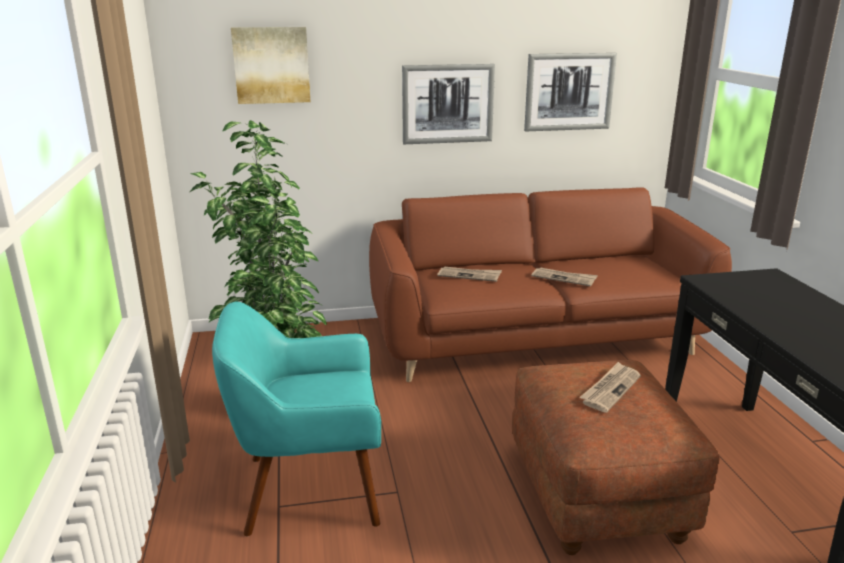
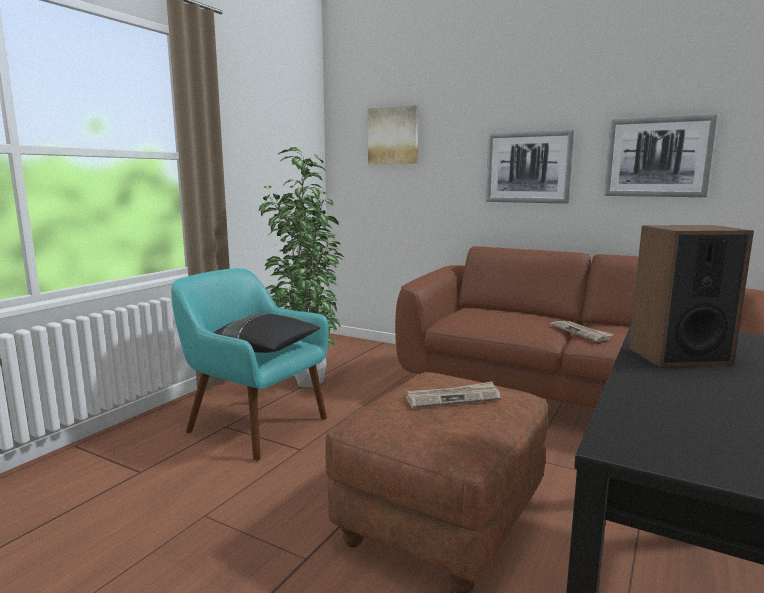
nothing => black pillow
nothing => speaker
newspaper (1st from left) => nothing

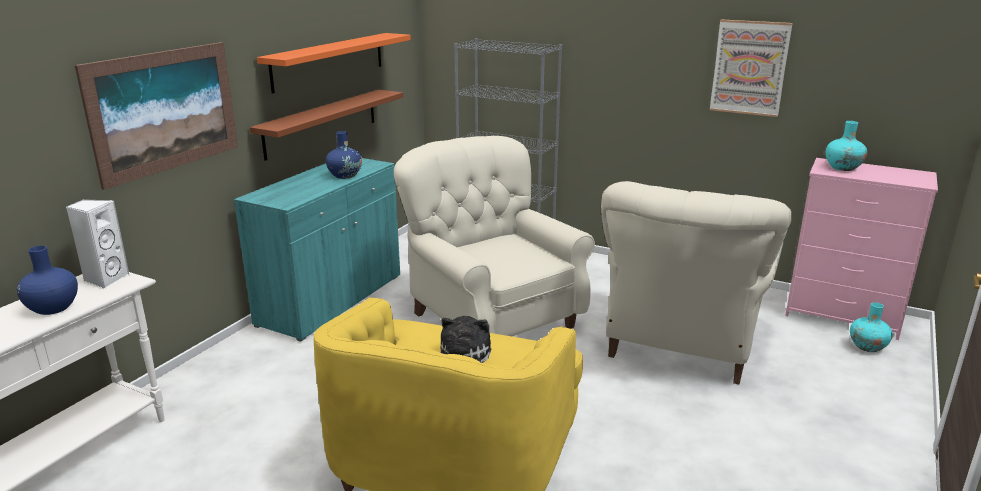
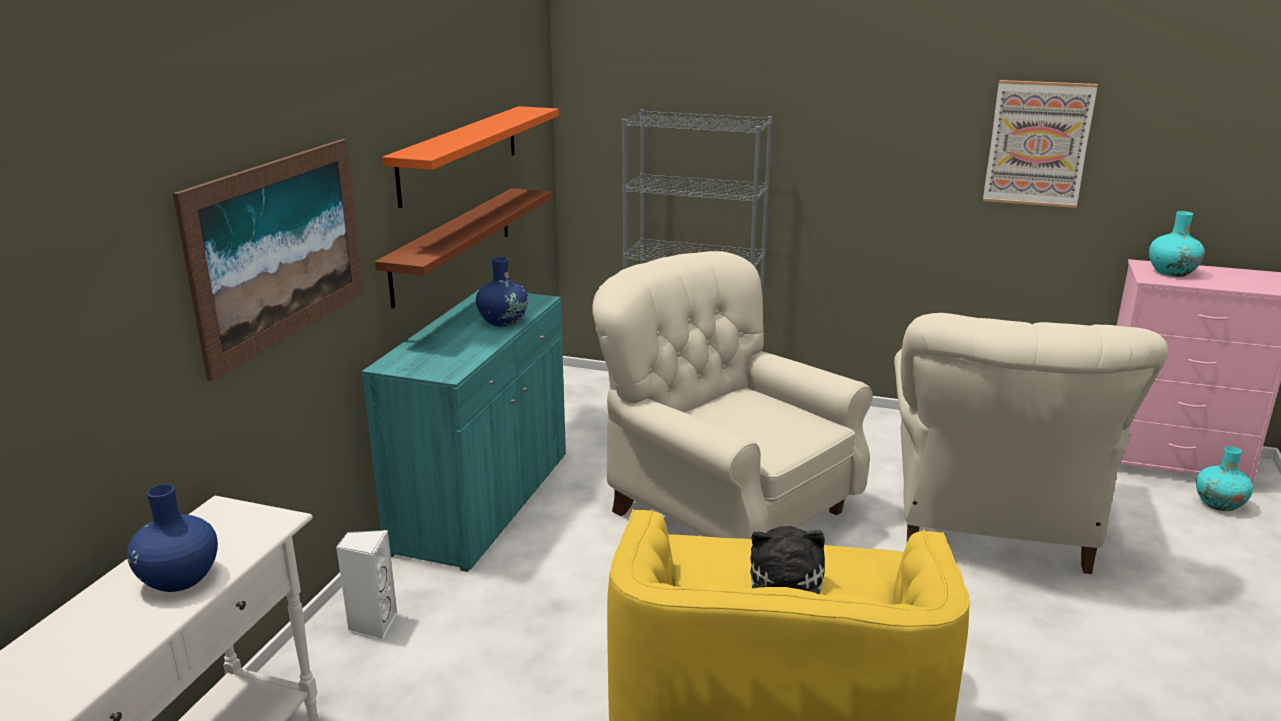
white speaker, move

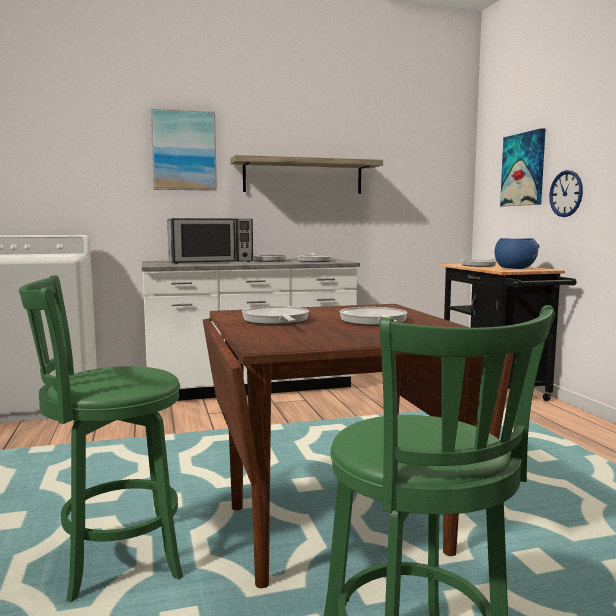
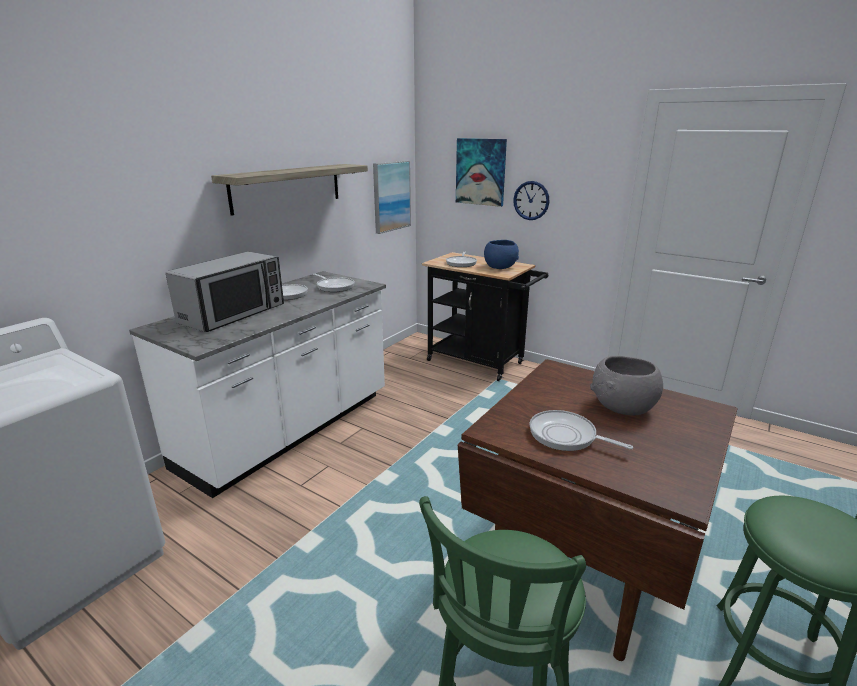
picture (1st from left), move
frying pan (4th from left) => grey bowl

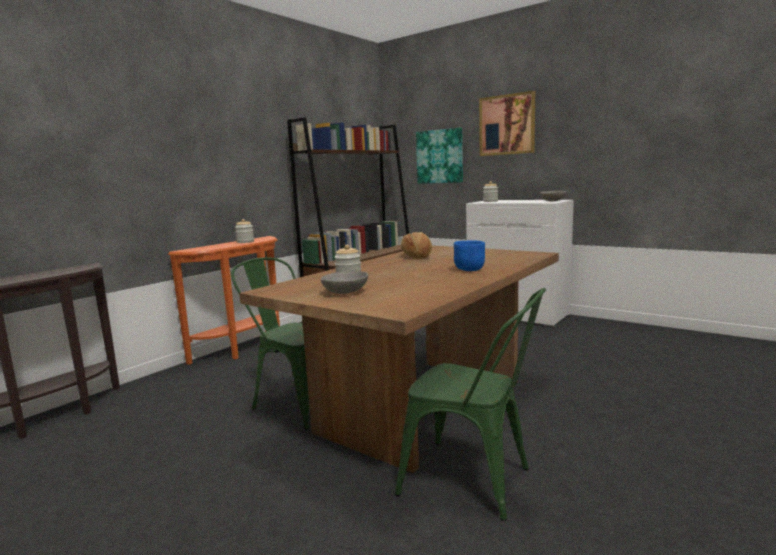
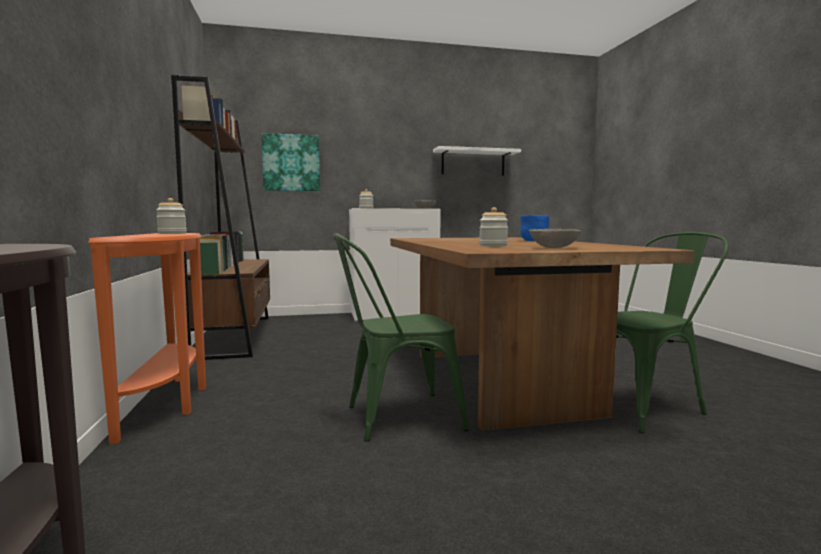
nothing => white shelf
bread => nothing
picture (2nd from left) => nothing

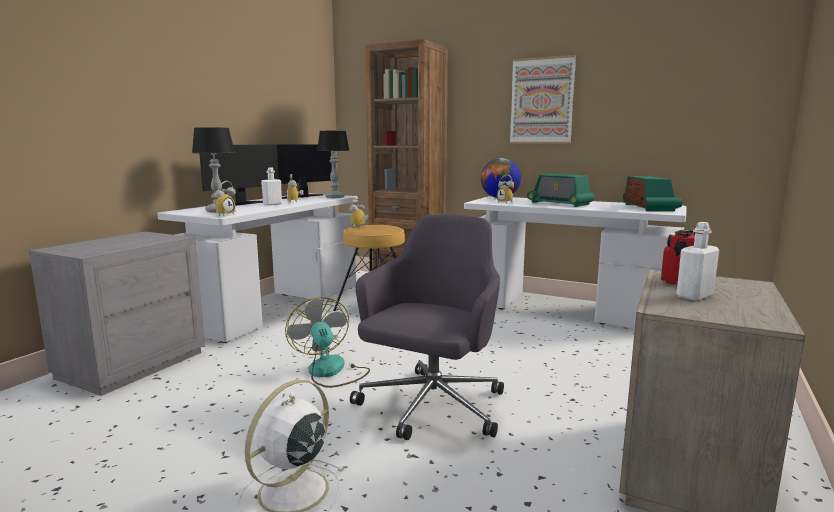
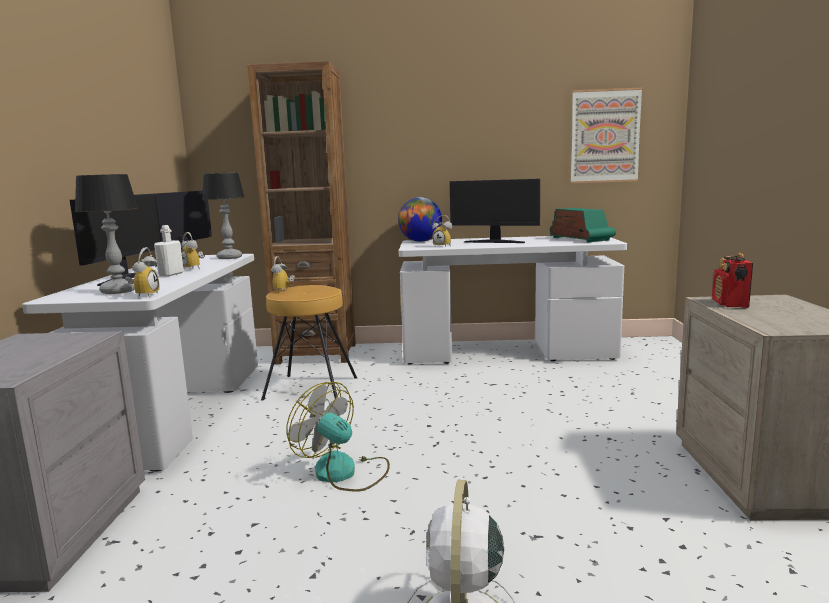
radio (1st from left) => monitor (3rd from left)
picture, move
grey office chair => nothing
white bottle (2nd from left) => nothing

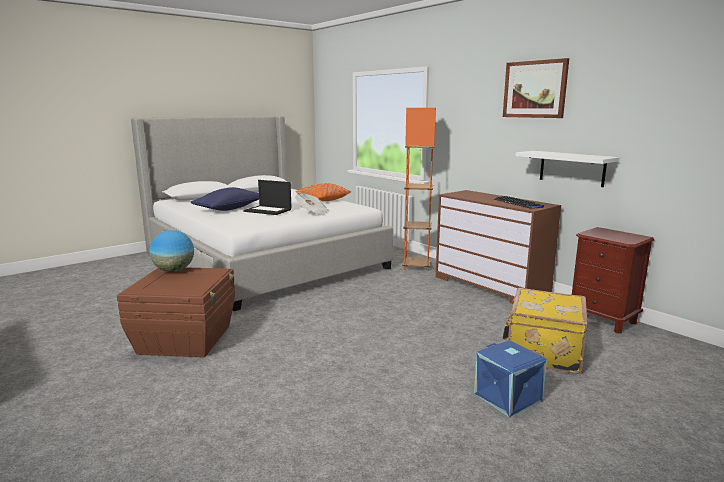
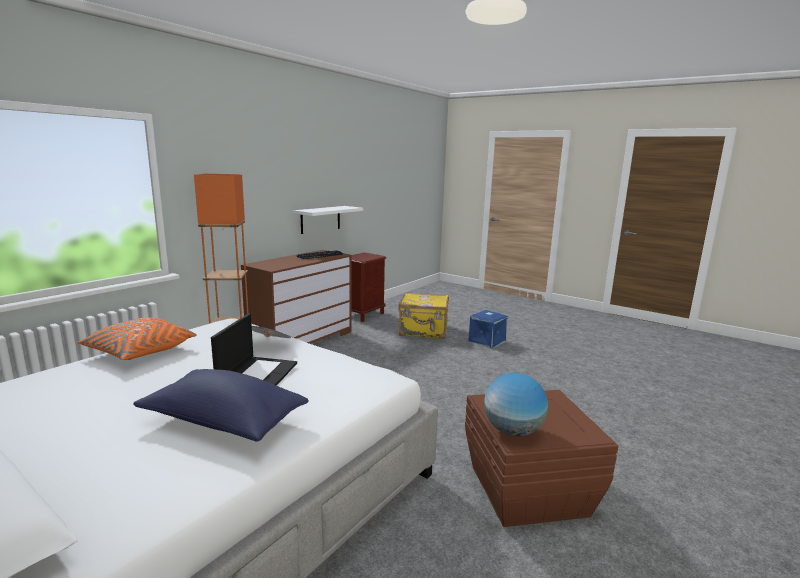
picture => nothing

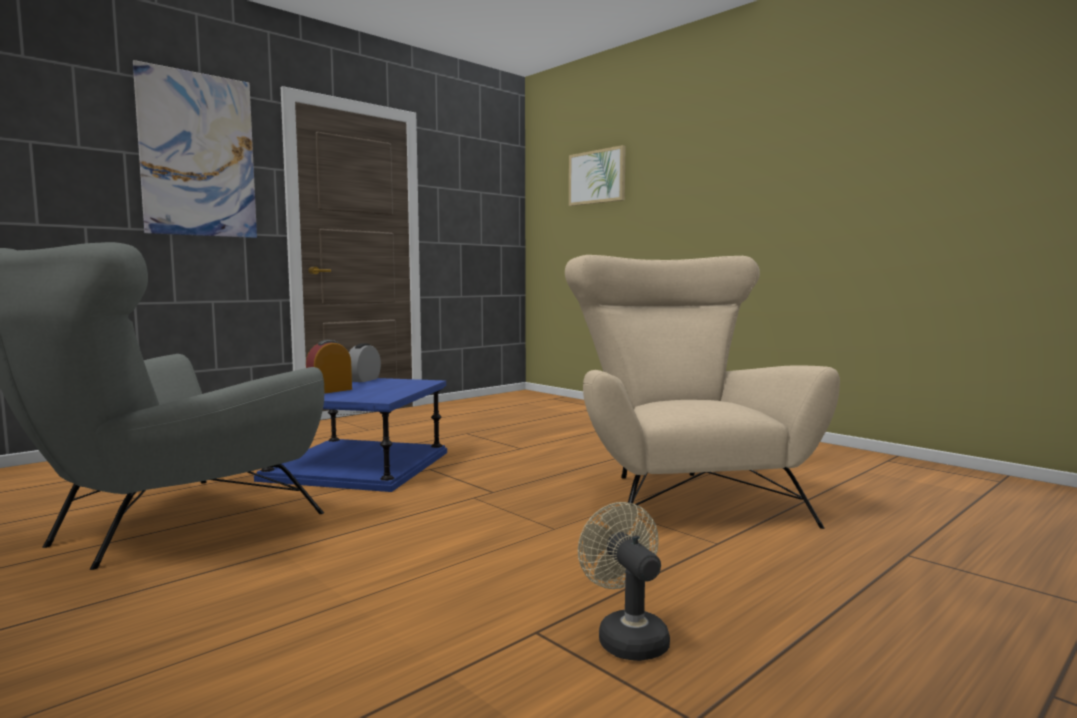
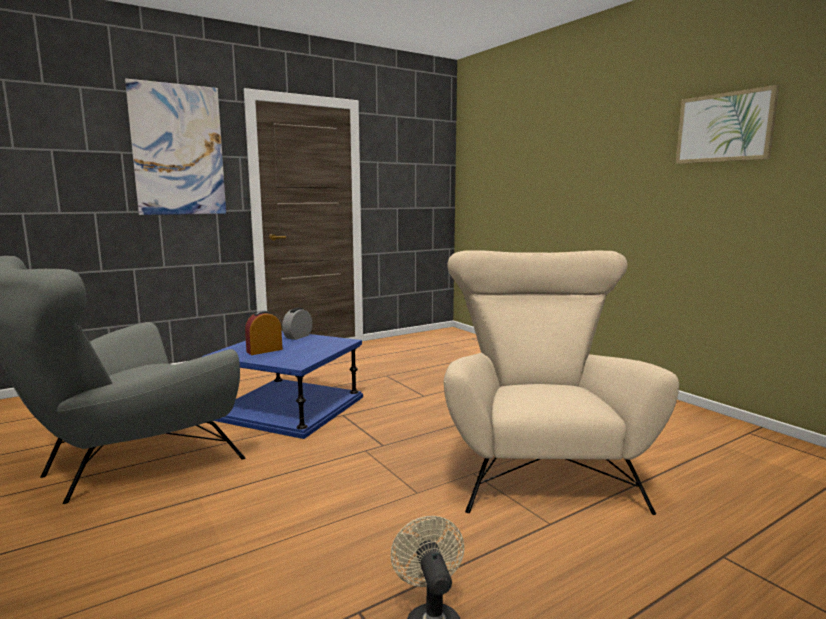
picture (2nd from left), move

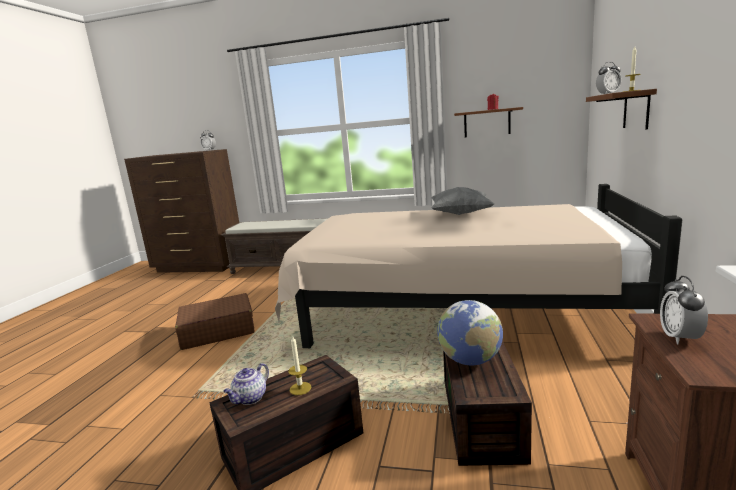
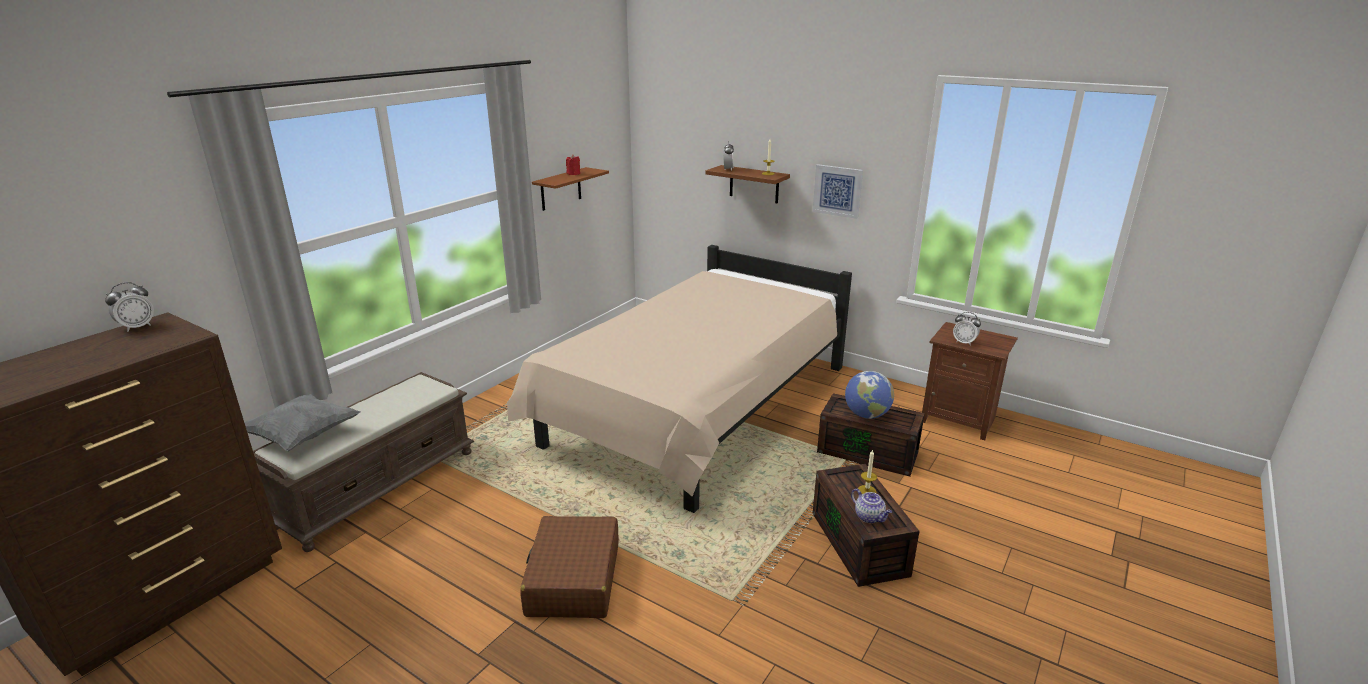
grey pillow, move
nothing => picture

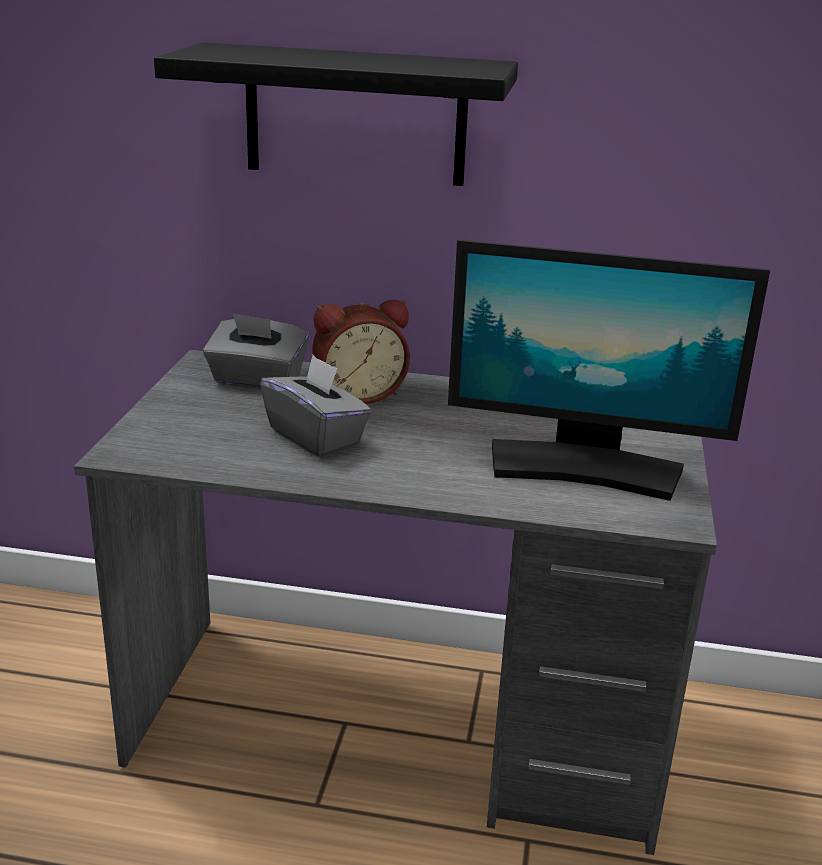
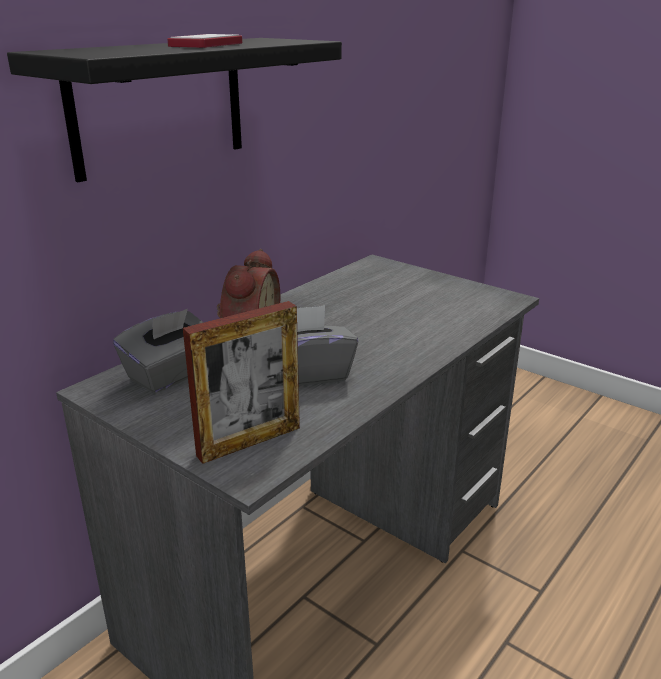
nothing => phone
nothing => picture frame
monitor => nothing

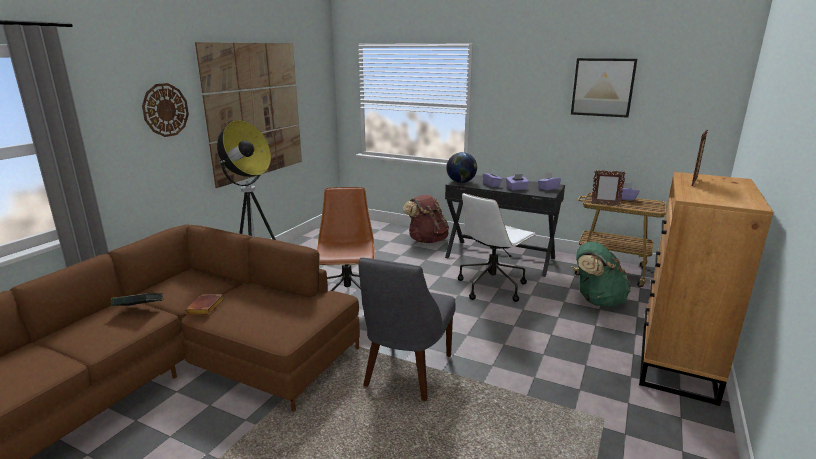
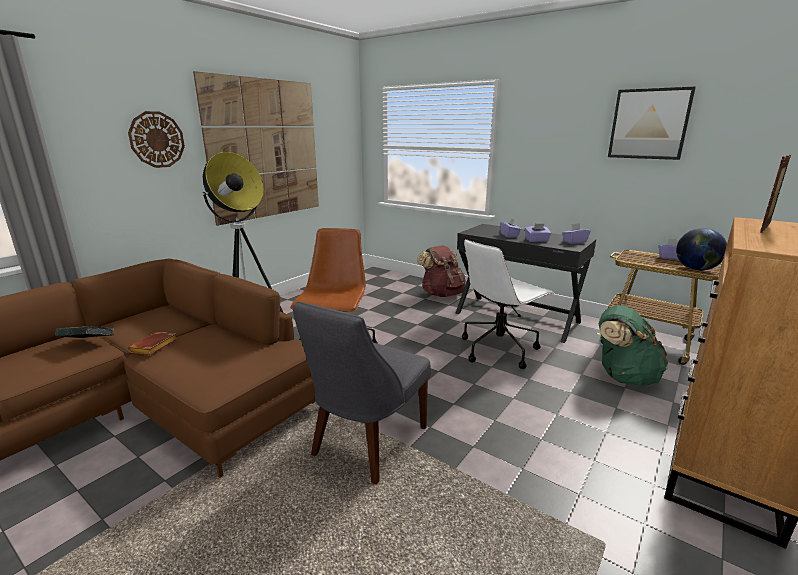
globe, move
picture frame (1st from left) => nothing

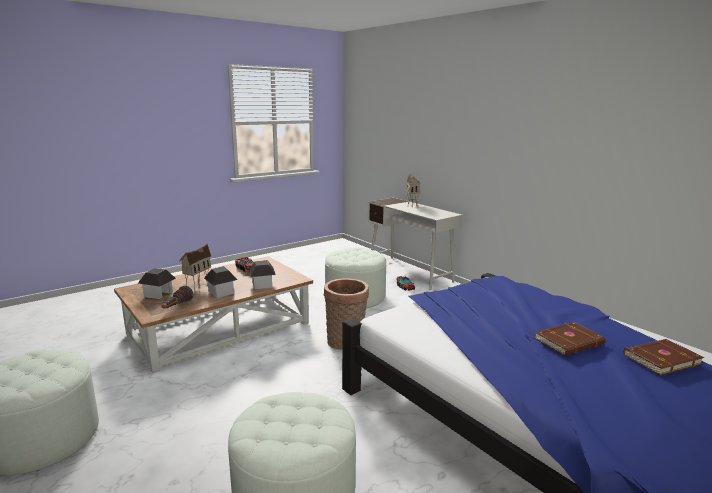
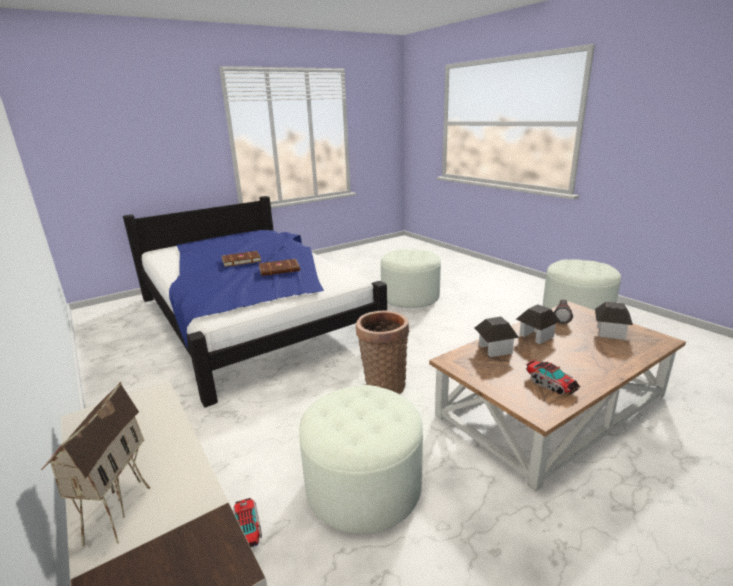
brown book (2nd from left), move
toy house (2nd from left) => nothing

